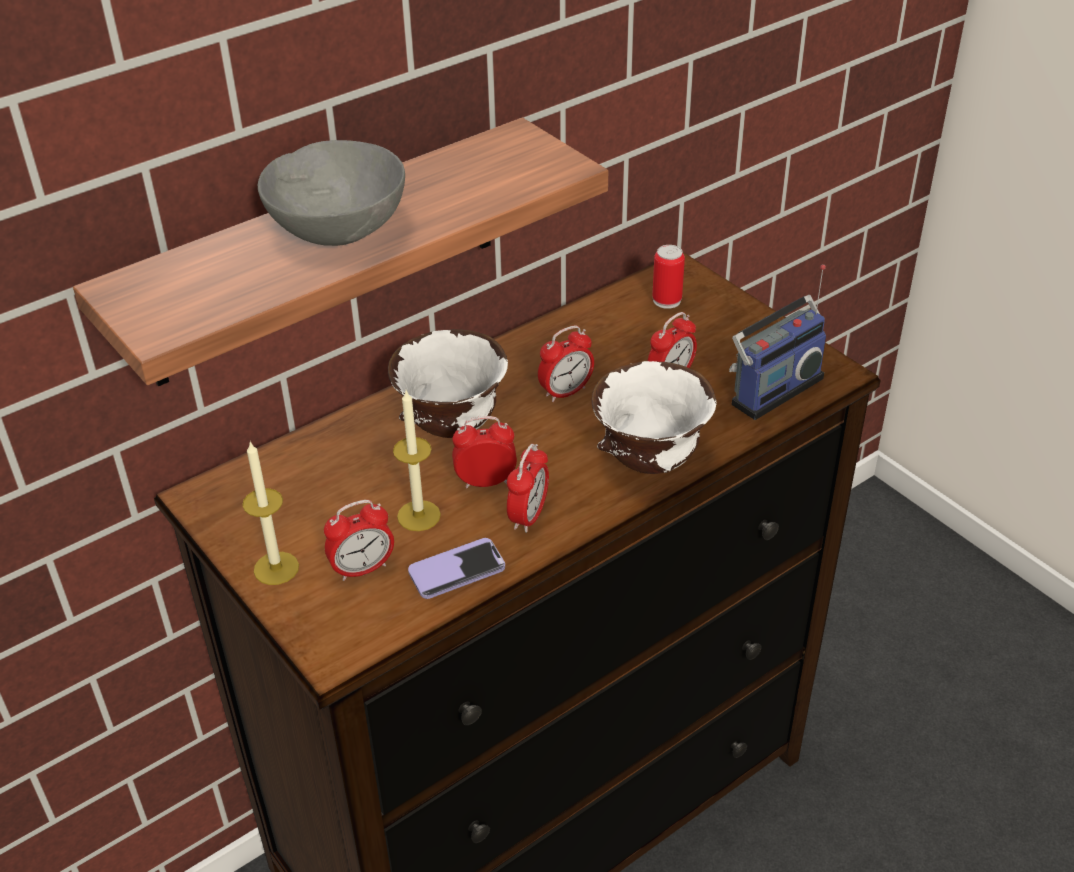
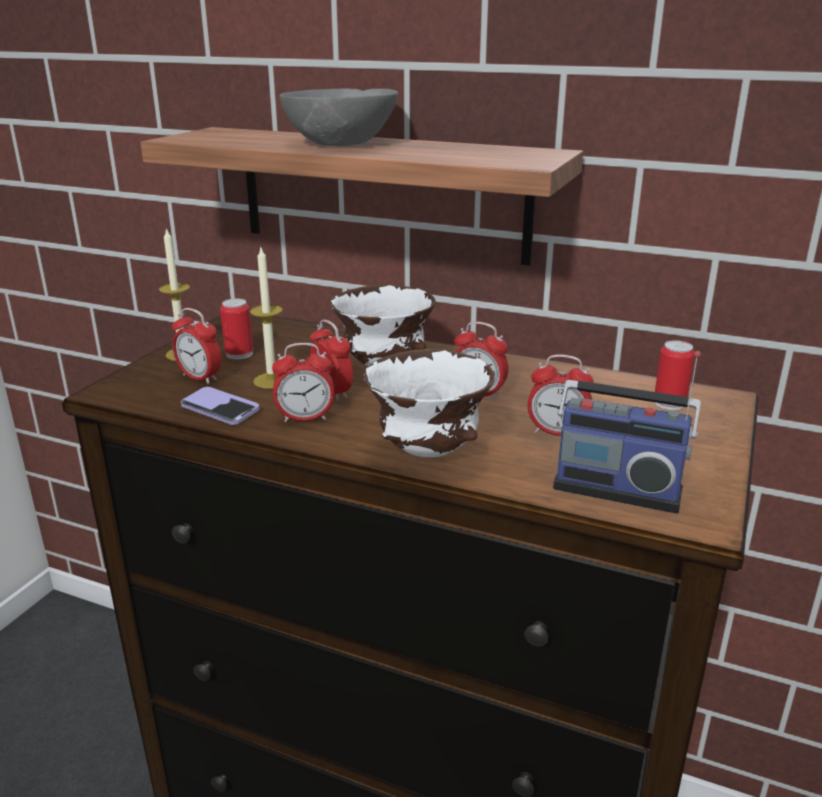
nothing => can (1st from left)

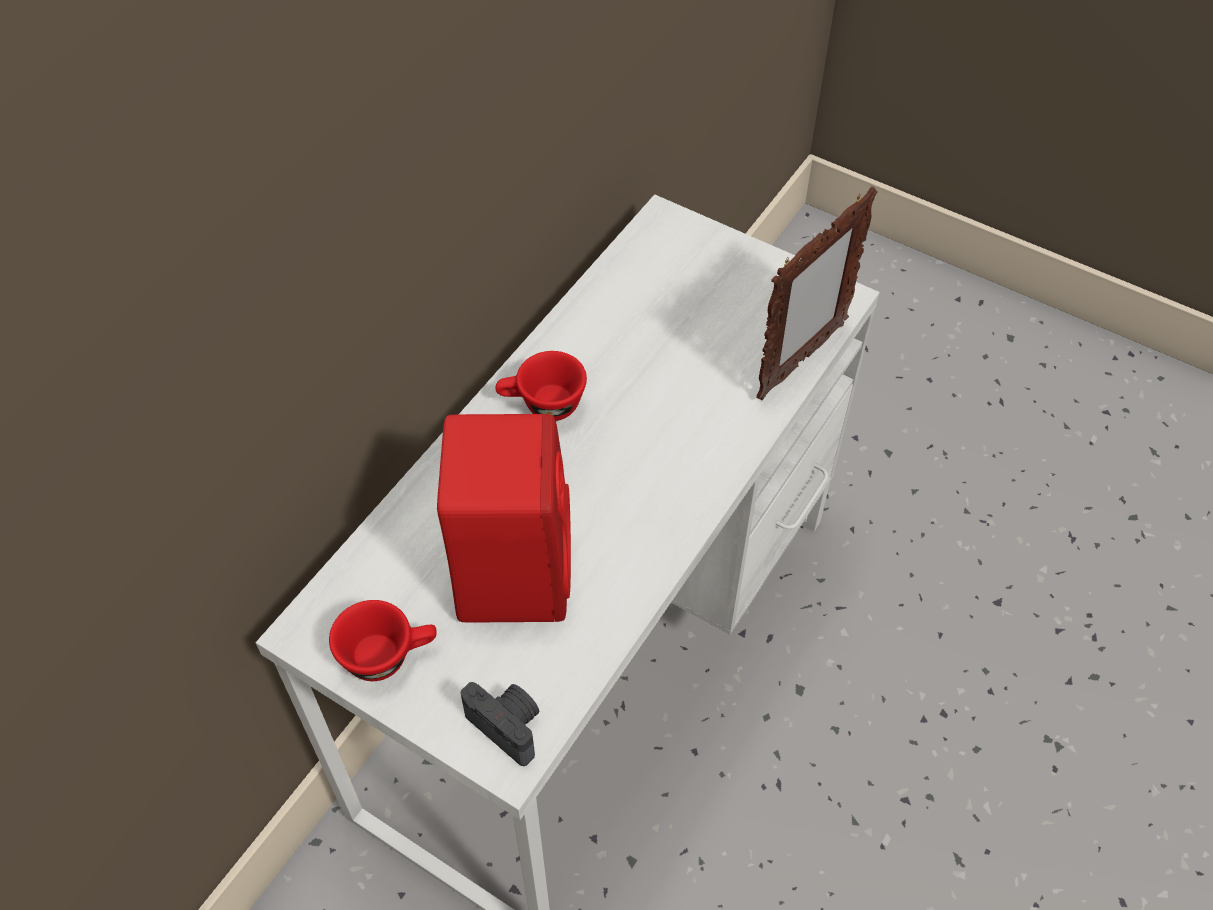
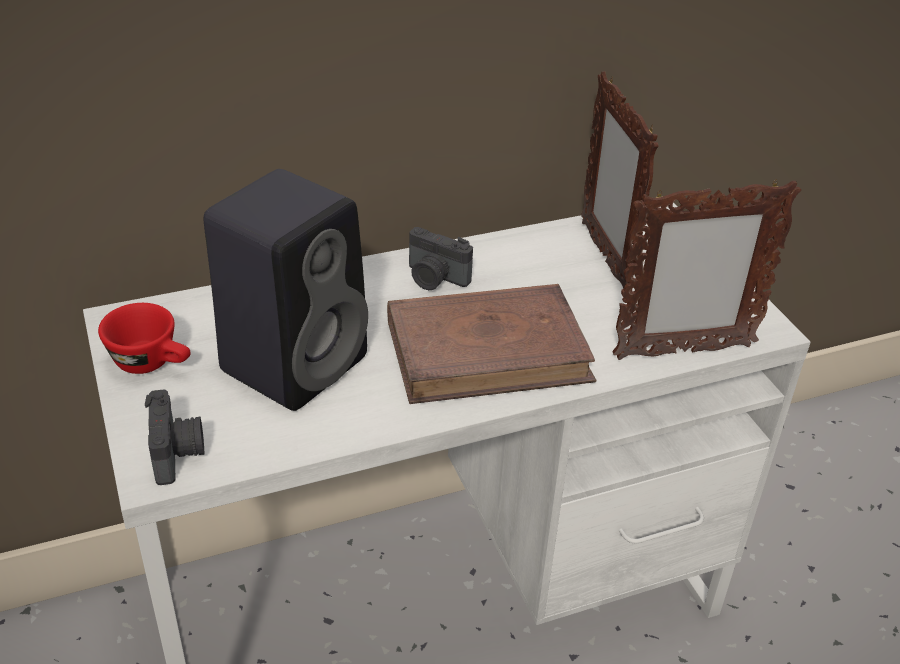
red speaker => black speaker
nothing => brown book
red cup (2nd from left) => photo camera (2nd from left)
nothing => picture frame (1st from left)

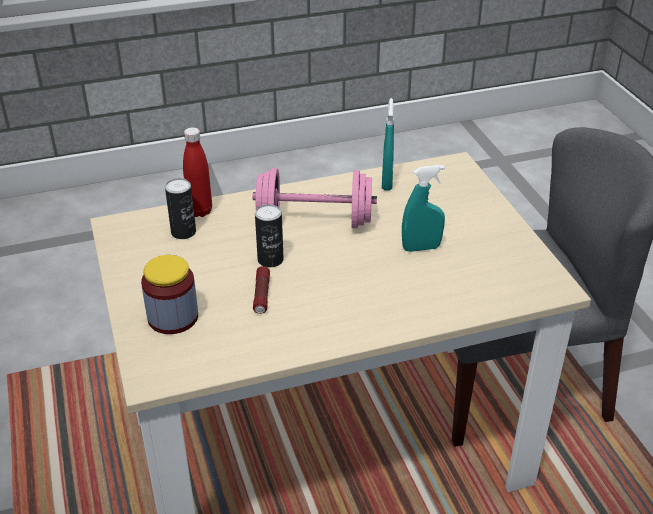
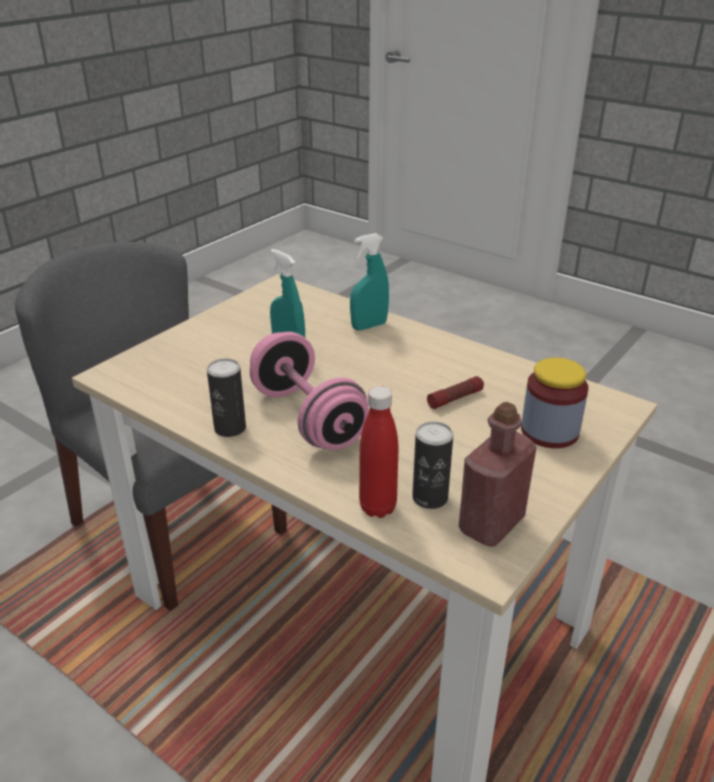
can (2nd from left in the first image) => can (1st from left), move
turquoise spray bottle (1st from left in the first image) => turquoise spray bottle (2nd from left), move
nothing => red bottle (2nd from left)

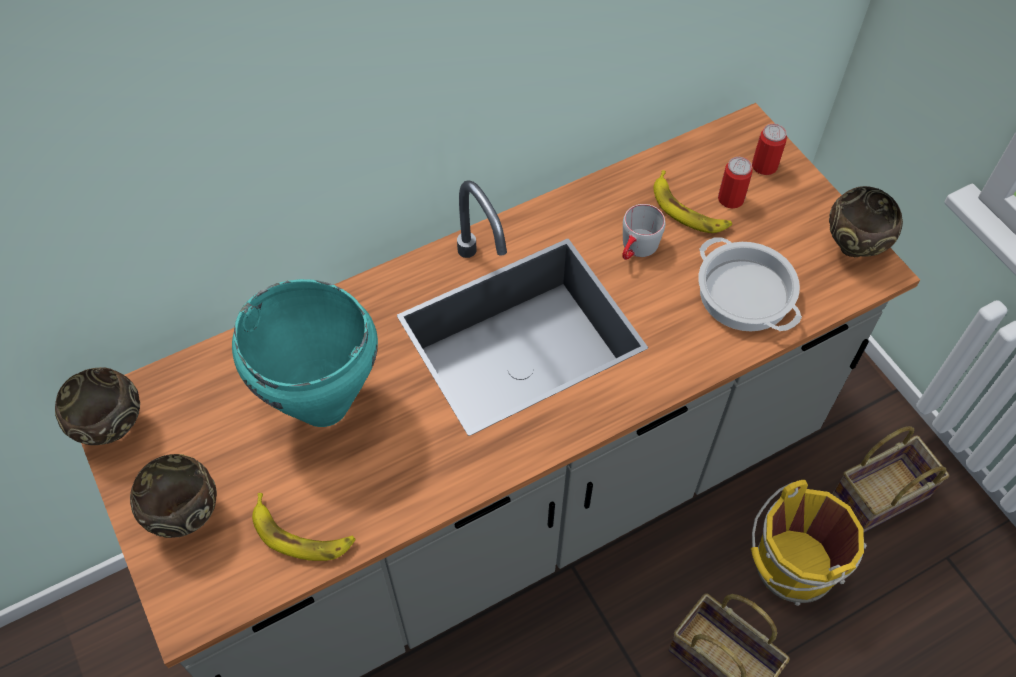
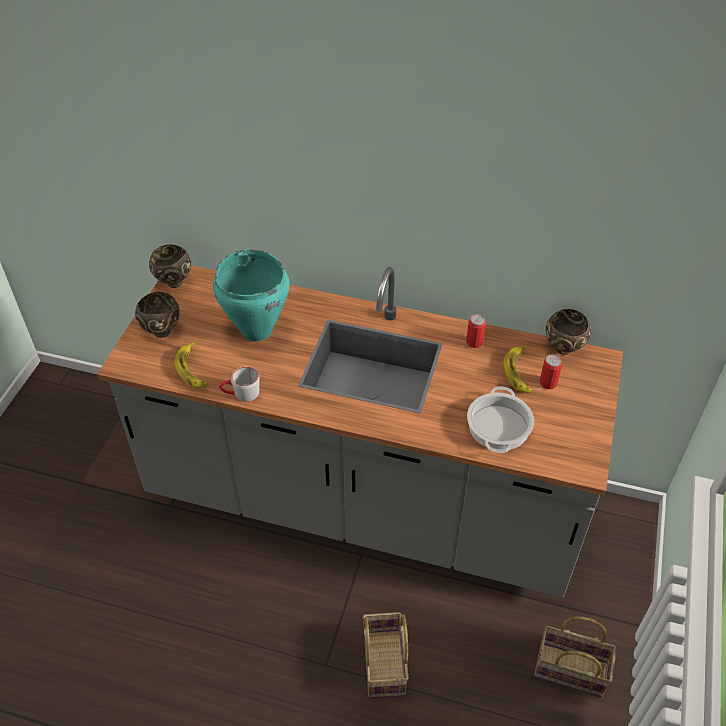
grey mug, move
can (2nd from left in the first image) => can (1st from left), move
brown bowl (3rd from left), move
yellow bucket => nothing

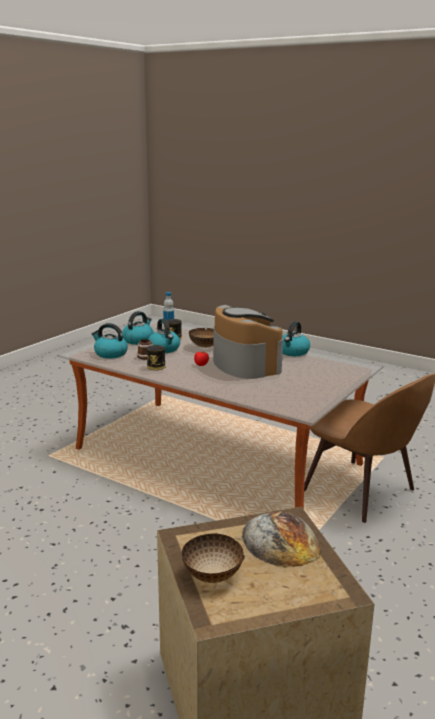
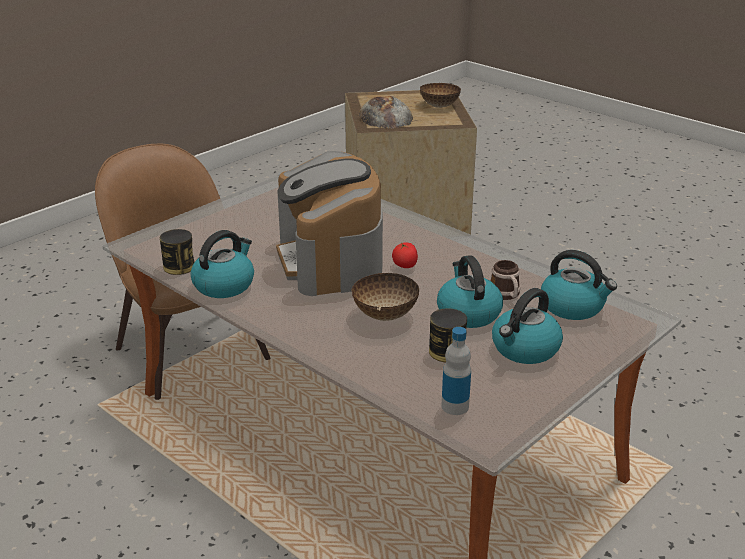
can (1st from left), move

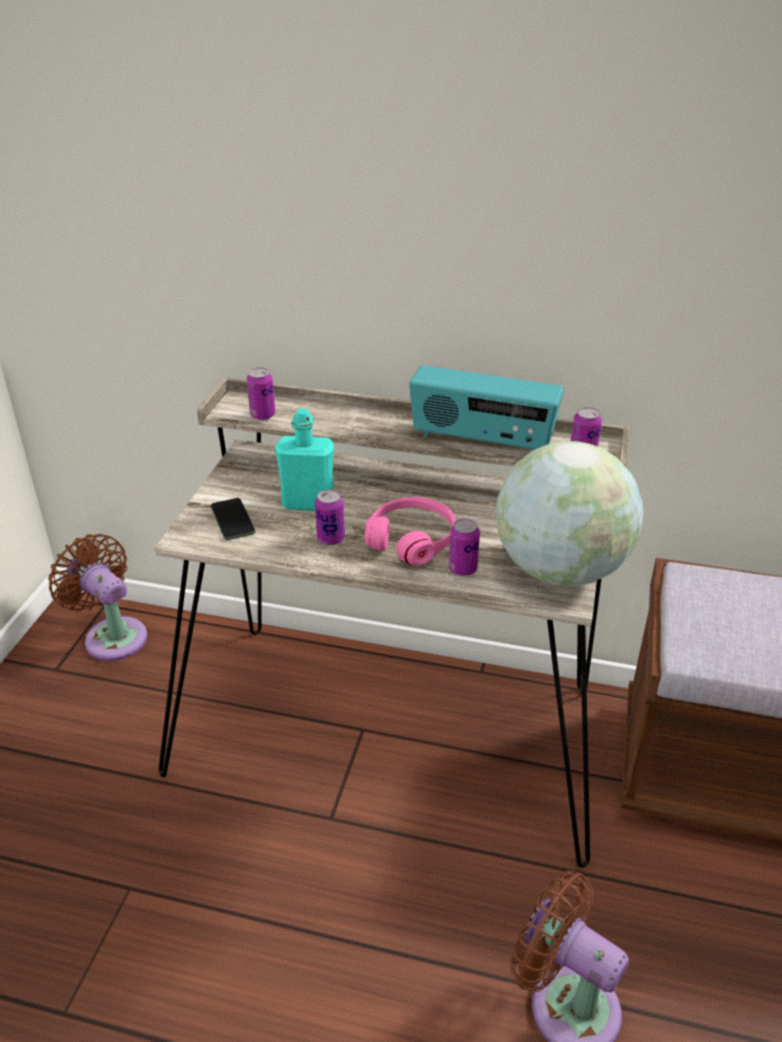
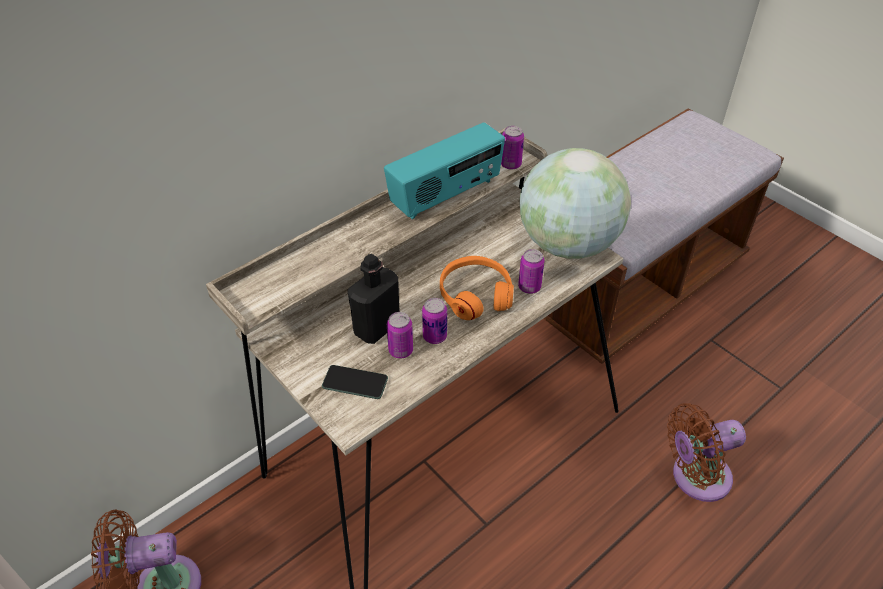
turquoise bottle => black bottle
can (1st from left), move
pink headphones => orange headphones

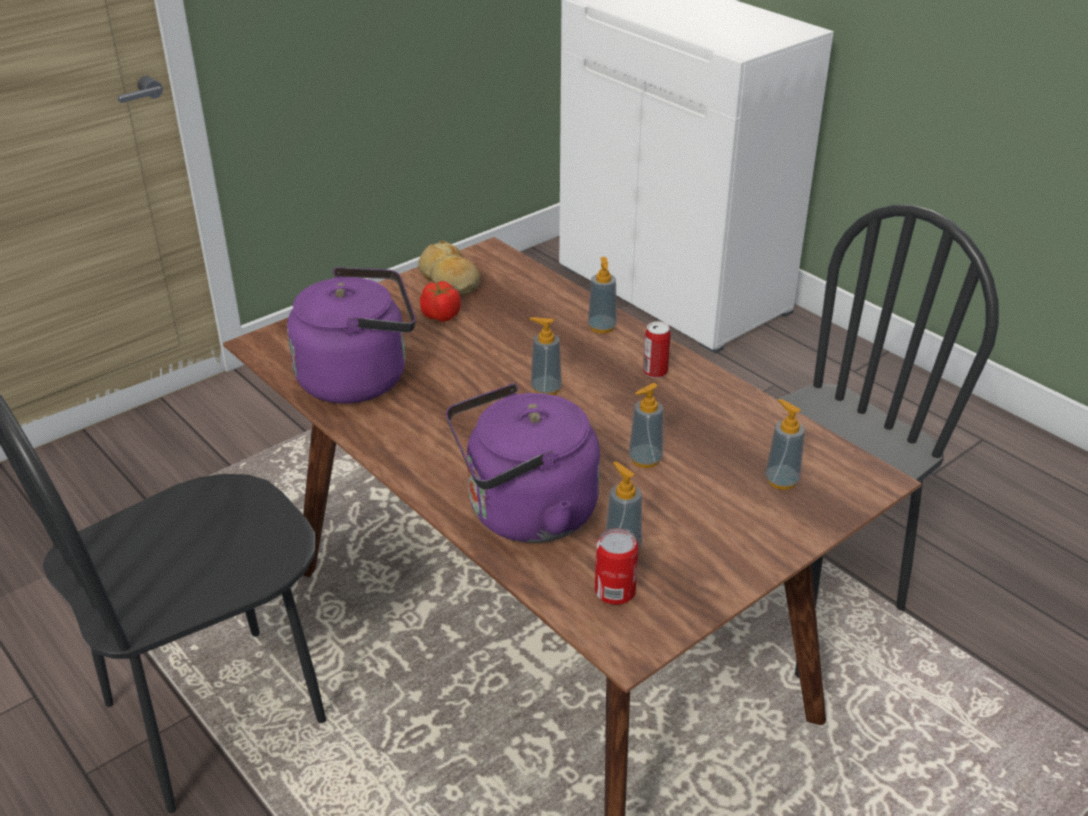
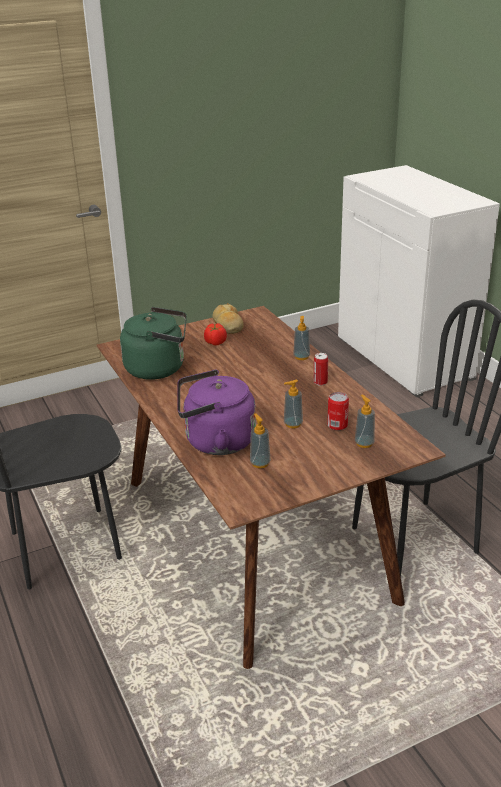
purple kettle (1st from left) => green kettle
can (1st from left in the first image) => can (2nd from left), move
soap dispenser (1st from left) => nothing

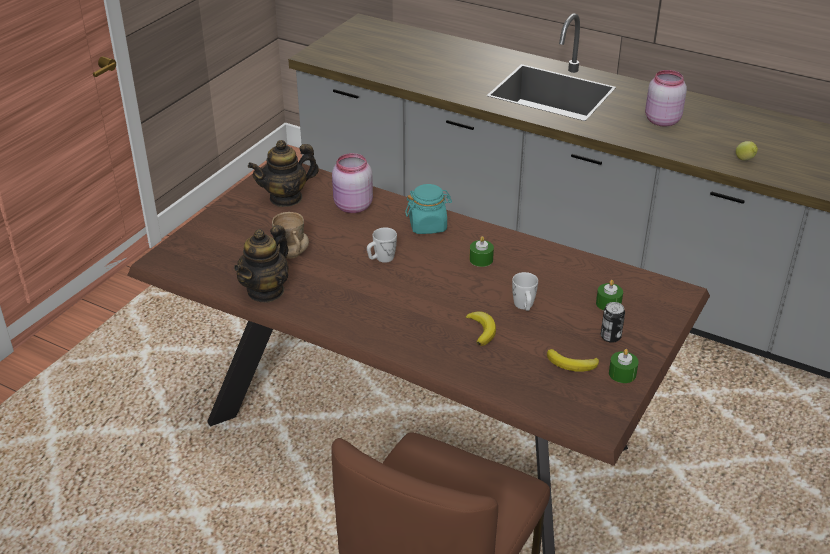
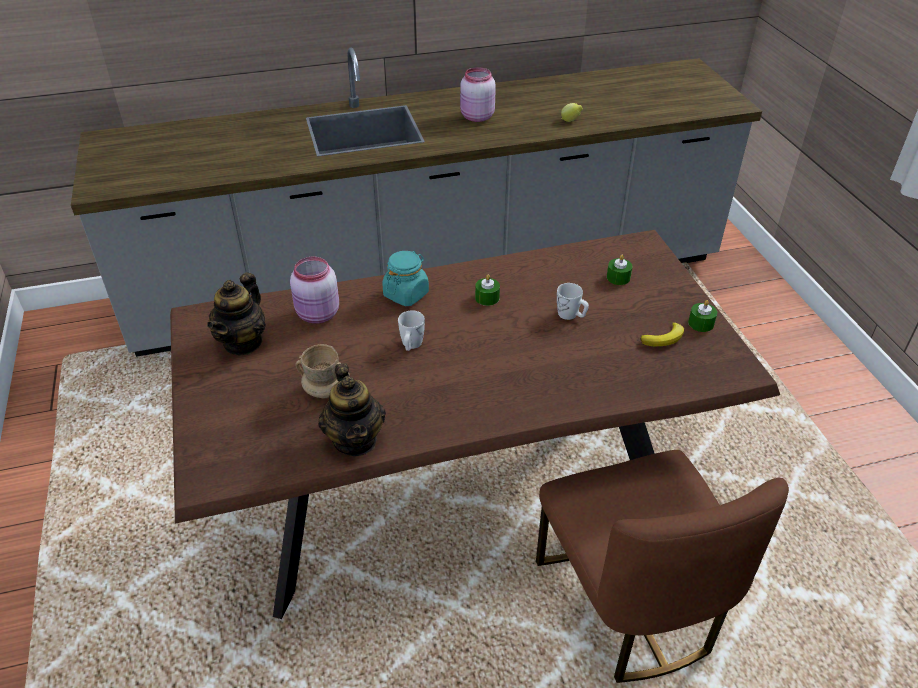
banana (1st from left) => nothing
can => nothing

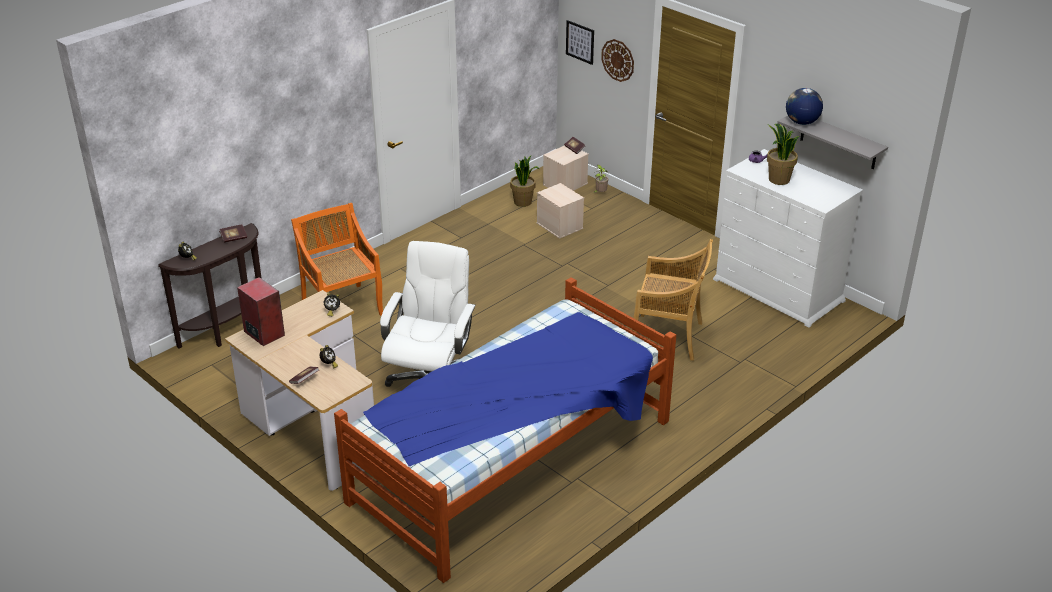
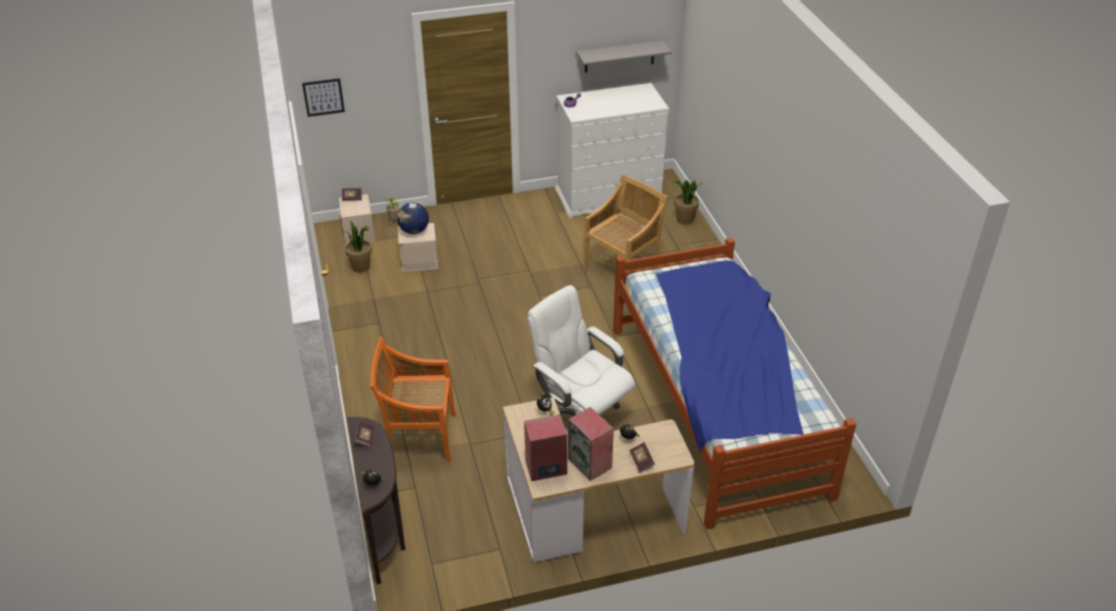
globe, move
nothing => speaker (2nd from left)
potted plant (3rd from left), move
wall clock => nothing

